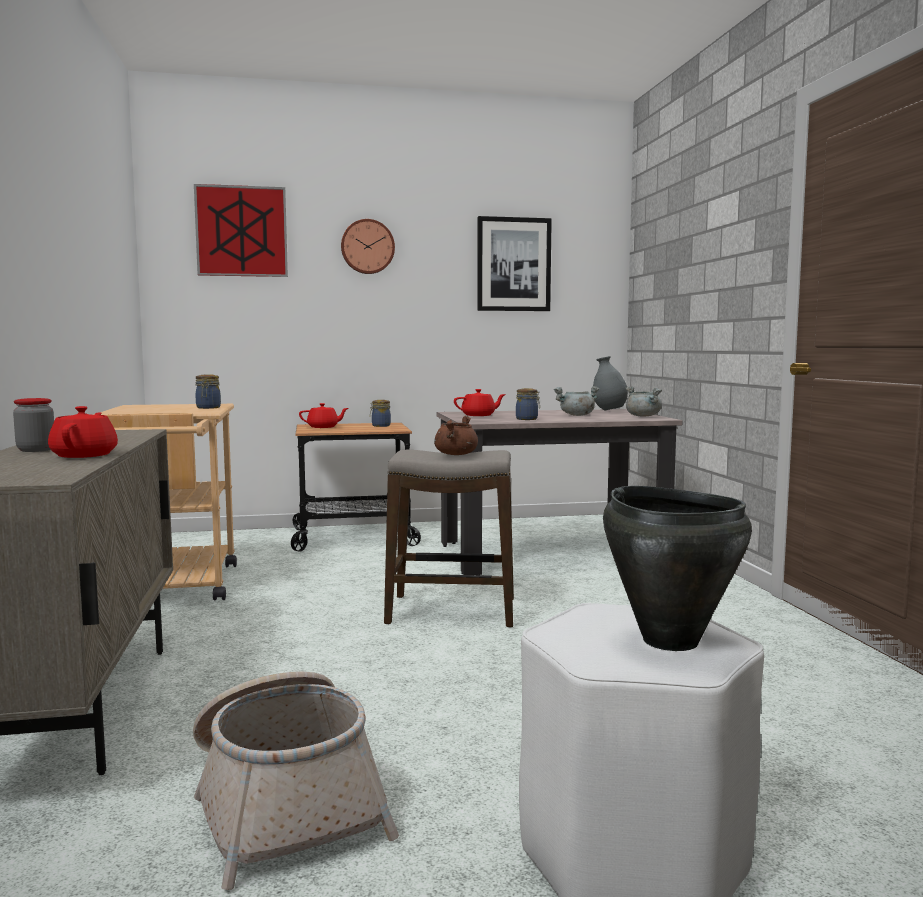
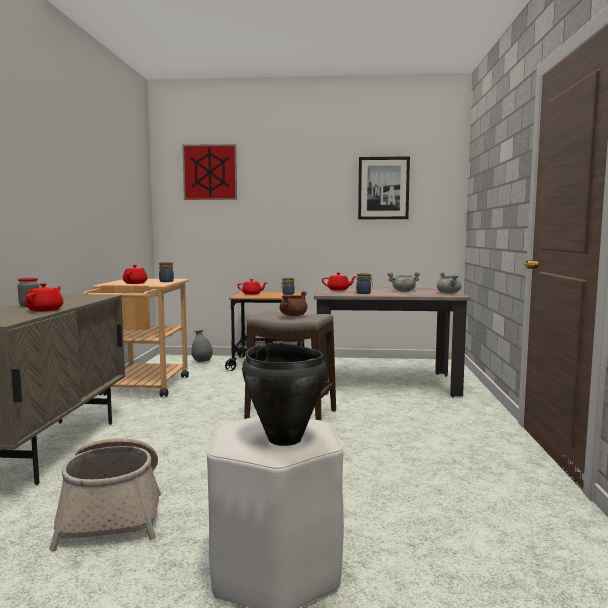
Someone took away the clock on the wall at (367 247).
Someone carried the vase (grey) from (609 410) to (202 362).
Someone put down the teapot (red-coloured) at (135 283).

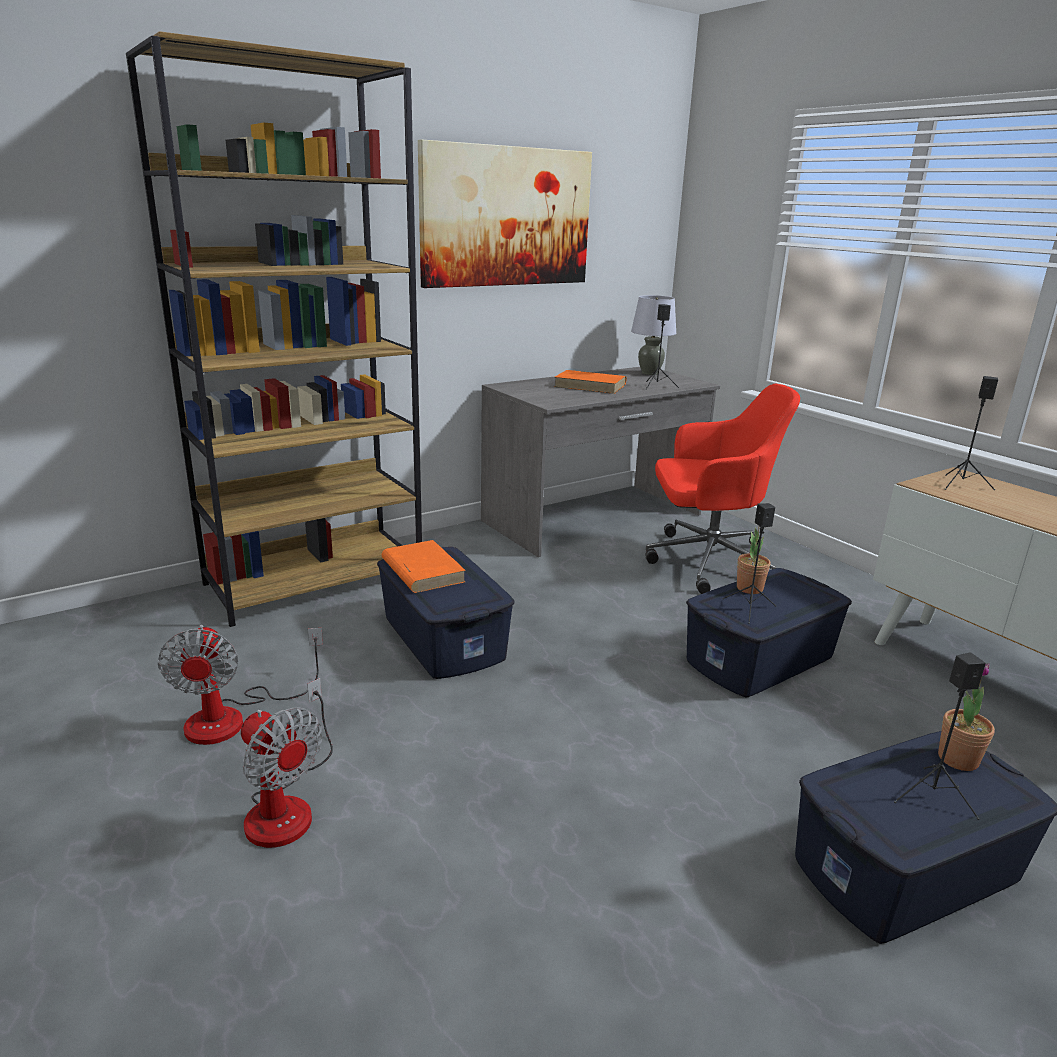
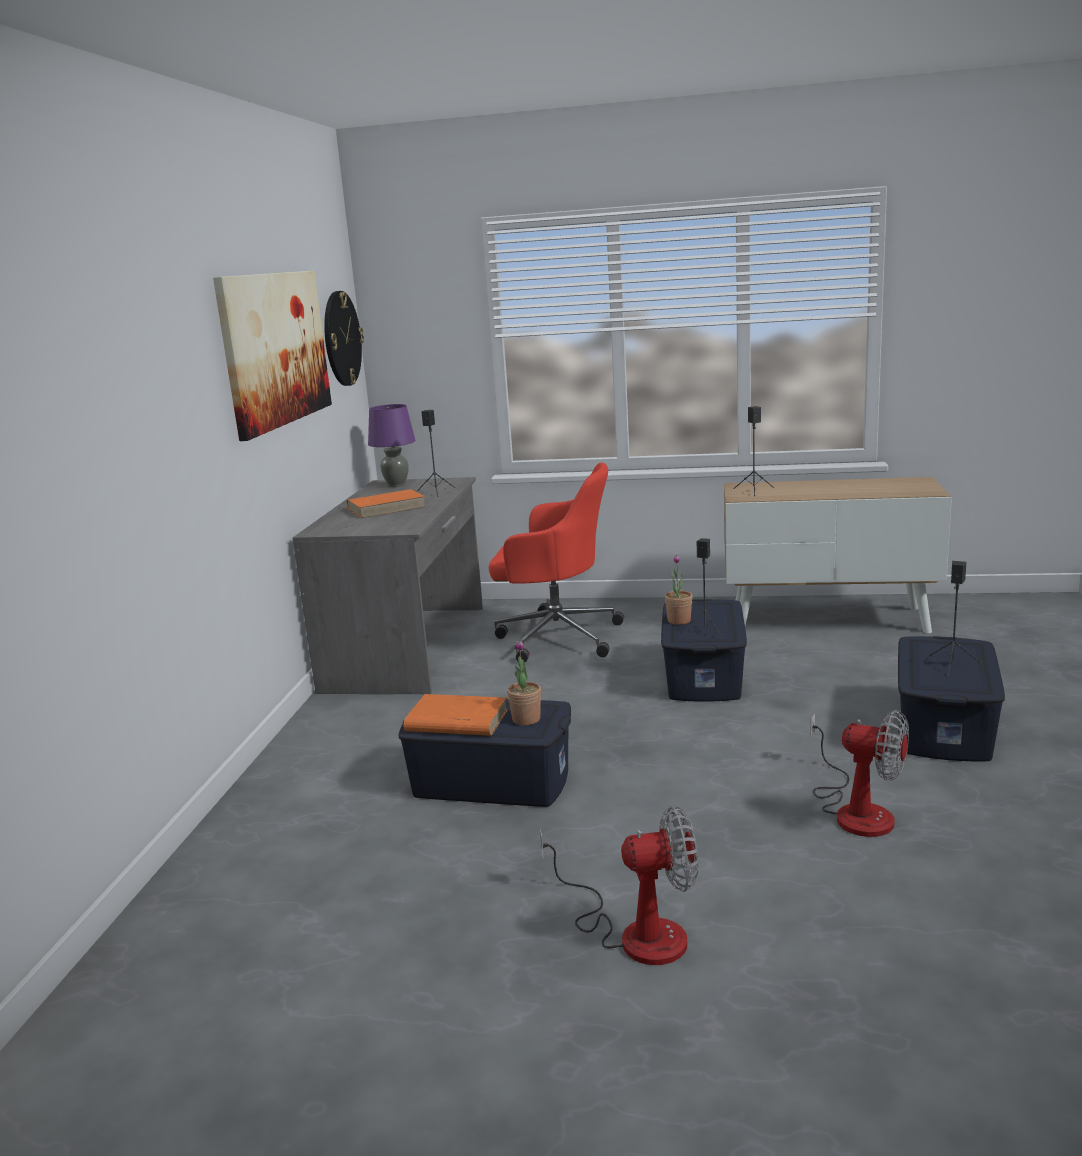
Someone took away the bookcase (brown-coloured) at (315 580).
Someone carried the fan from (234 717) to (856 810).
Someone repainted the table lamp (grey) at (650 373), which became the table lamp (purple-coloured) at (396 484).
Someone rotated the computer chair (red-coloured) at (707 562) by 60 degrees clockwise.
Someone carried the potted plant from (958 759) to (526 719).
Someone put up the clock on the wall at (341 338).

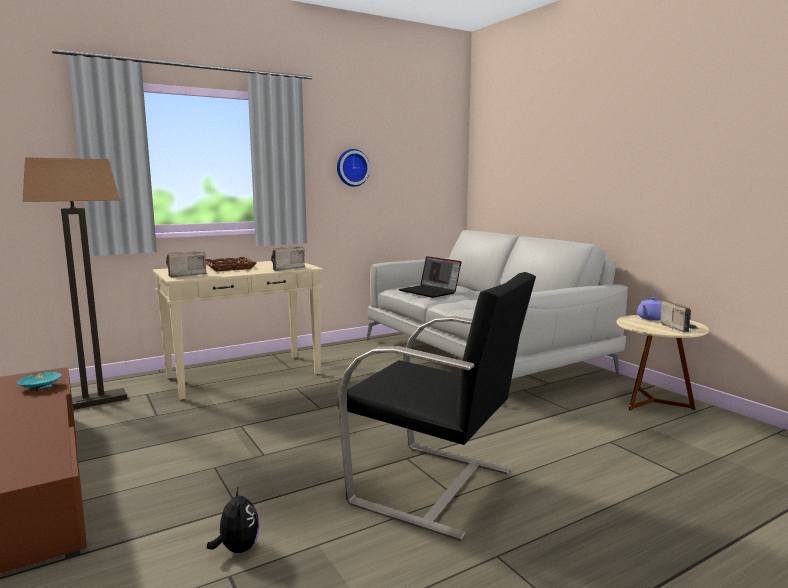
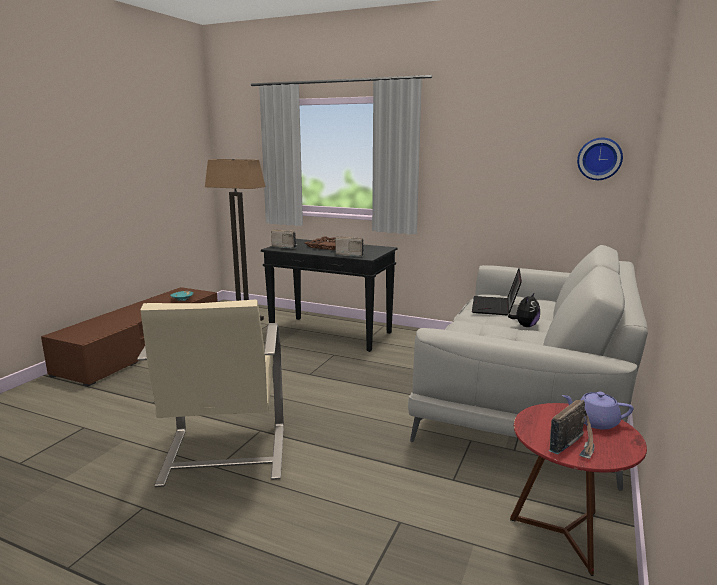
Someone repainted the hall table (beige) at (245 376), which became the hall table (black-coloured) at (332 334).
Someone carried the cuddly toy from (237 549) to (525 326).
Someone carried the clock on the wall from (352 167) to (599 159).
Someone repainted the lounge chair (black-coloured) at (435 487), which became the lounge chair (beige) at (224 455).
Someone repainted the side table (beige) at (653 402), which became the side table (red-coloured) at (564 534).

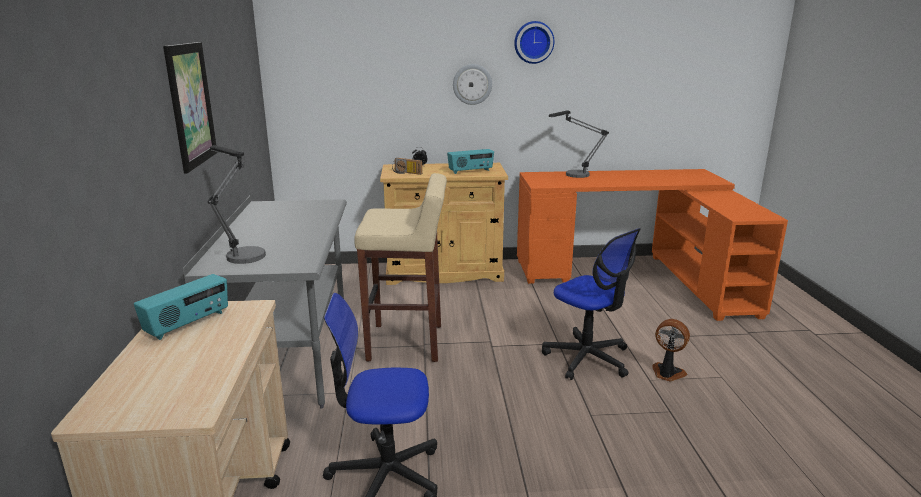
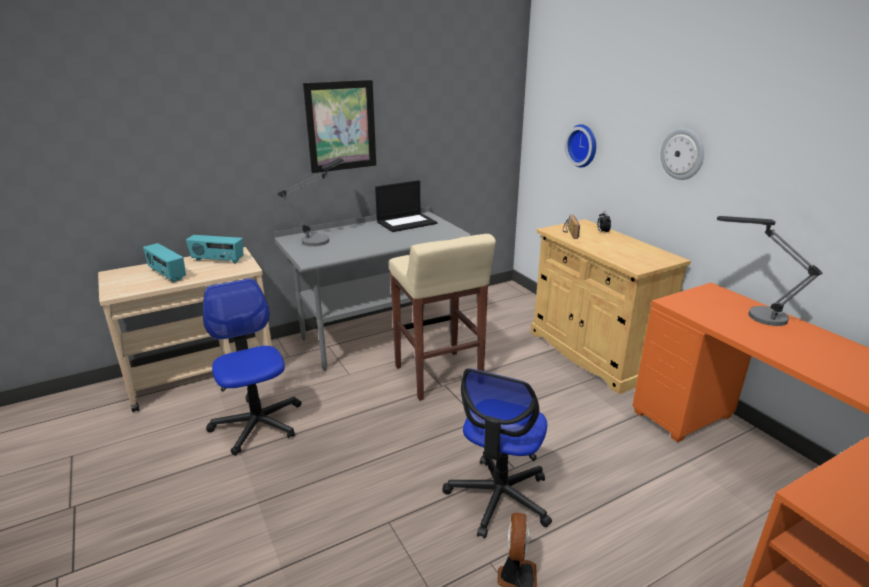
Someone carried the radio from (470 171) to (167 274).
Someone carried the clock on the wall from (533 42) to (583 145).
Someone put down the notebook computer at (407 222).

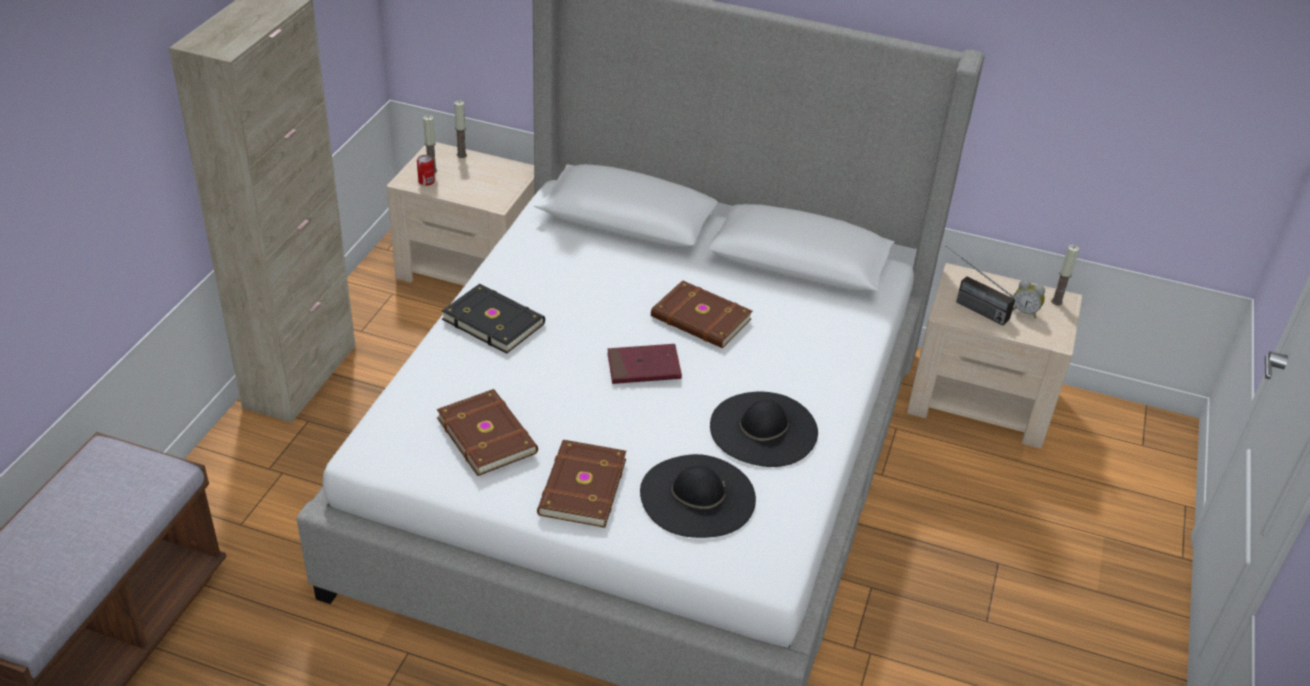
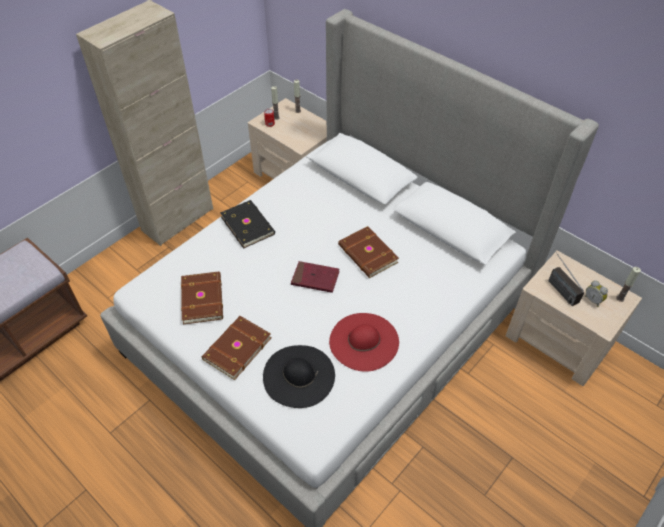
Someone repainted the wearable hat (black-coloured) at (763 429), which became the wearable hat (red-coloured) at (364 341).

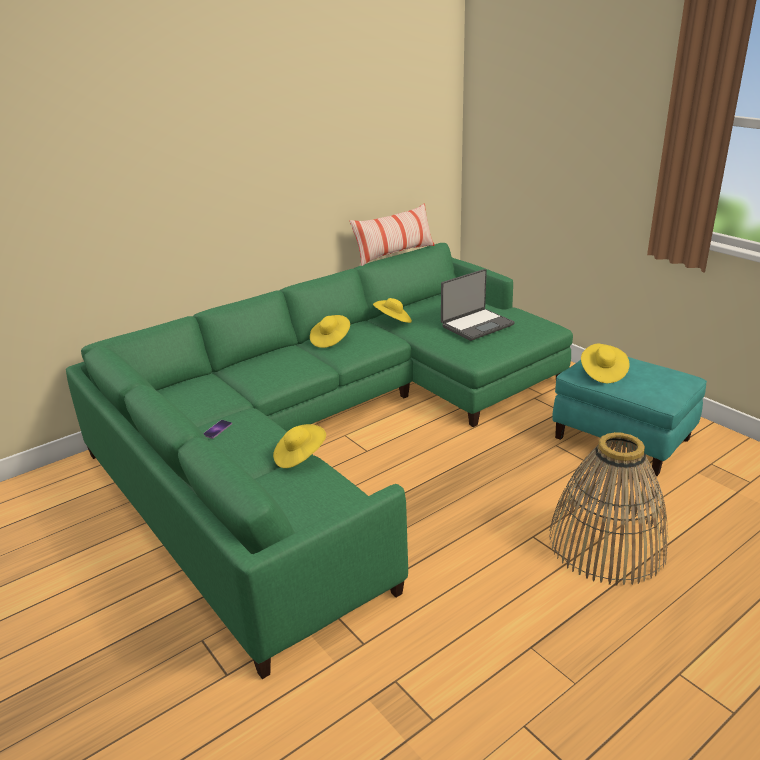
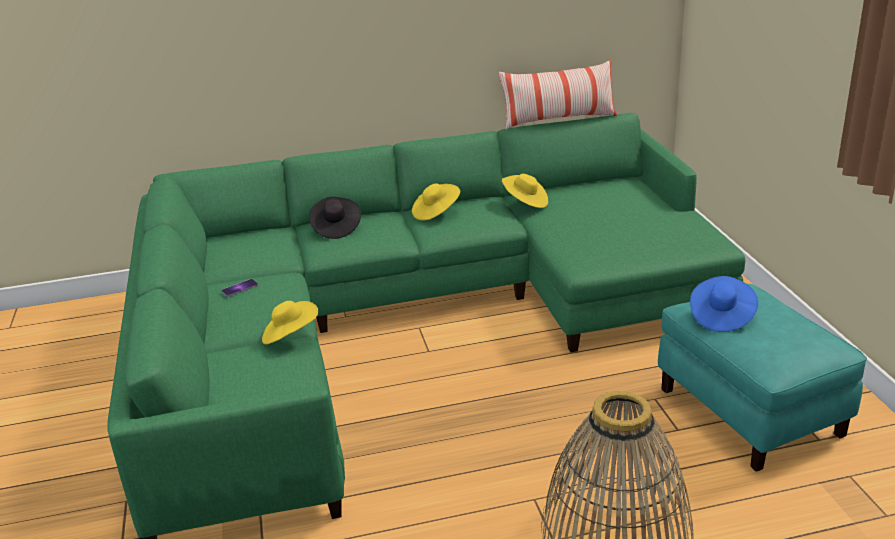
Someone took away the notebook computer at (476 325).
Someone repainted the wearable hat (yellow-coloured) at (602 373), which became the wearable hat (bluish) at (721 316).
Someone put down the wearable hat (black-coloured) at (335 228).

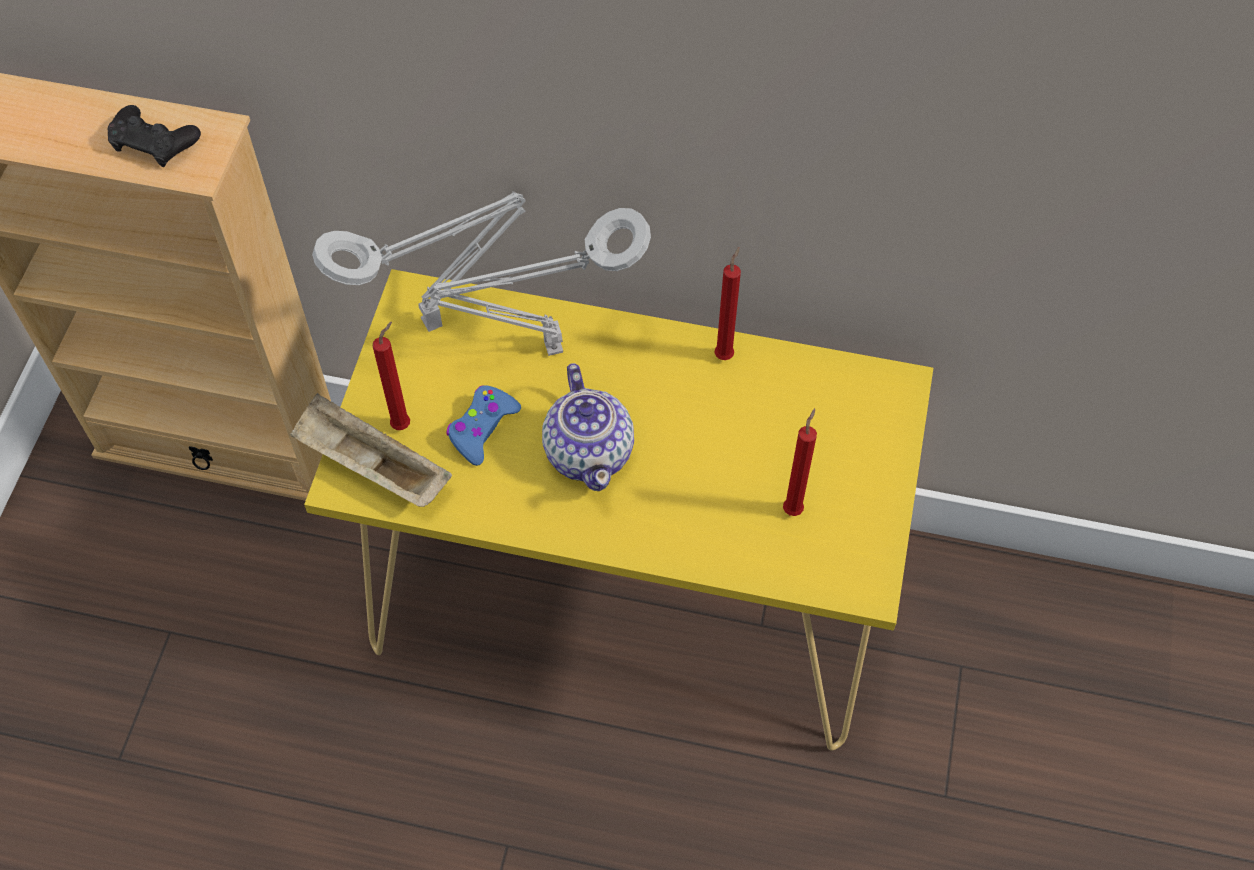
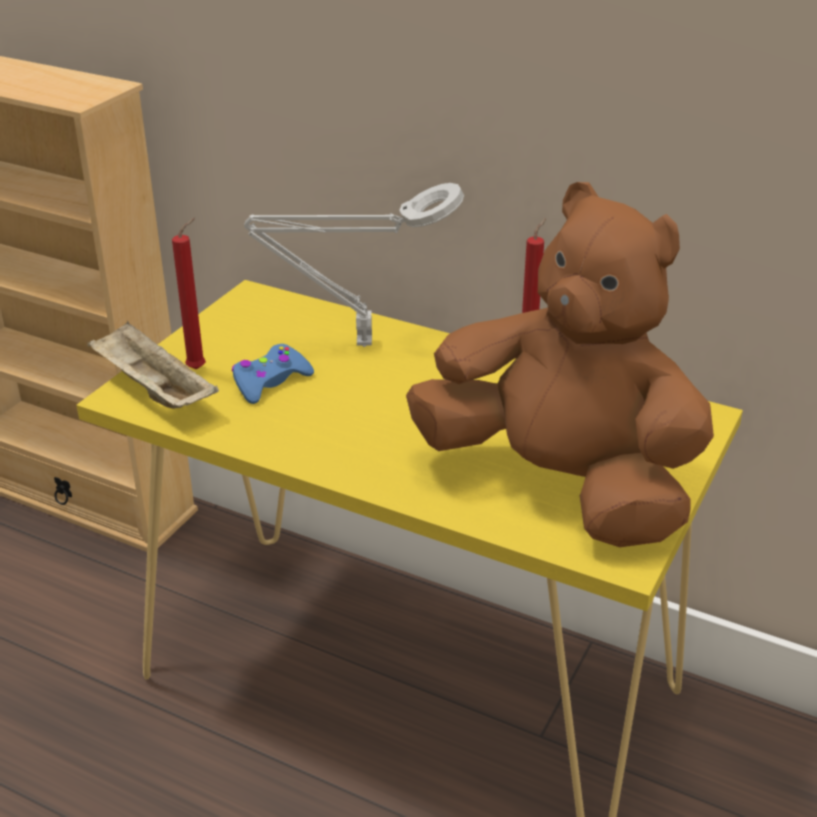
Someone took away the game controller (black-coloured) at (154 142).
Someone took away the table lamp (grey) at (438 321).
Someone took away the teapot at (589 451).
Someone swapped the wax candle (red-coloured) at (793 508) for the cuddly toy (brown-coloured) at (560 484).

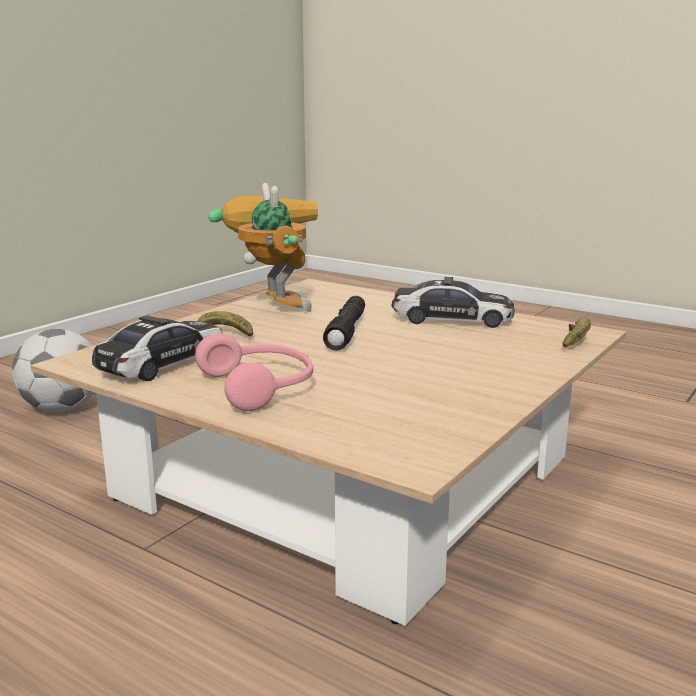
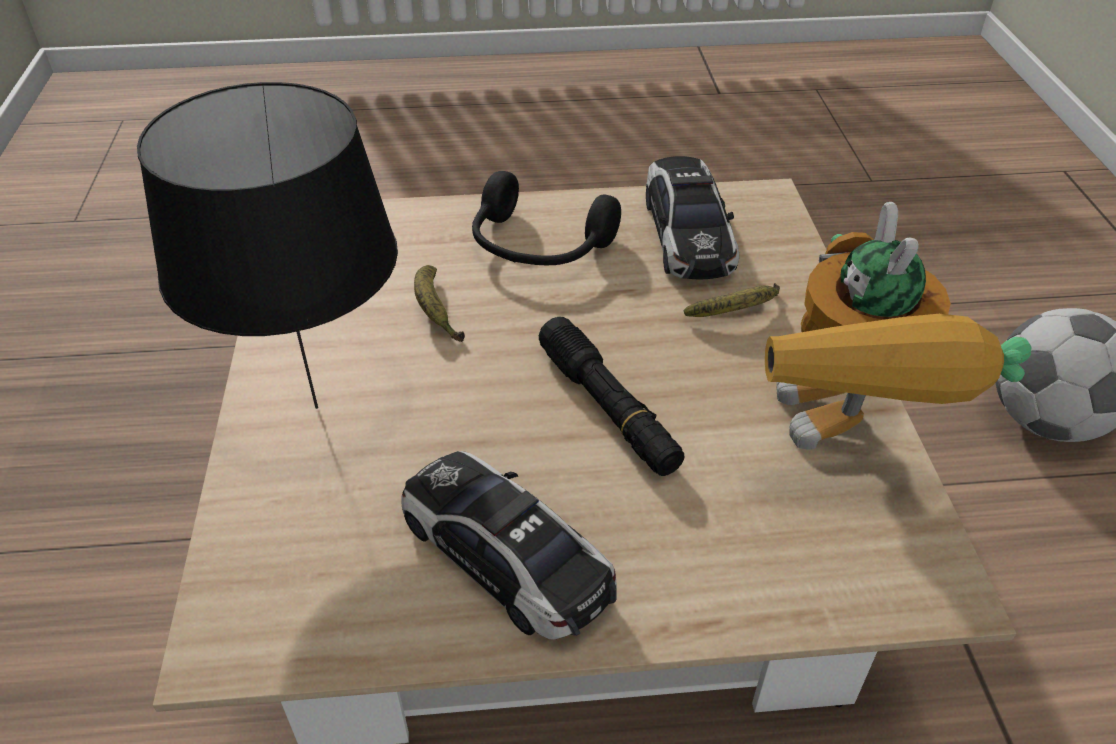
Someone repainted the headphones (pink-coloured) at (260 387), which became the headphones (black-coloured) at (538 247).
Someone rotated the model robot at (272 303) by 60 degrees clockwise.
Someone rotated the toy car at (452 319) by 75 degrees clockwise.
Someone carried the whole banana from (575 341) to (436 311).
Someone put down the table lamp (black-coloured) at (315 409).

